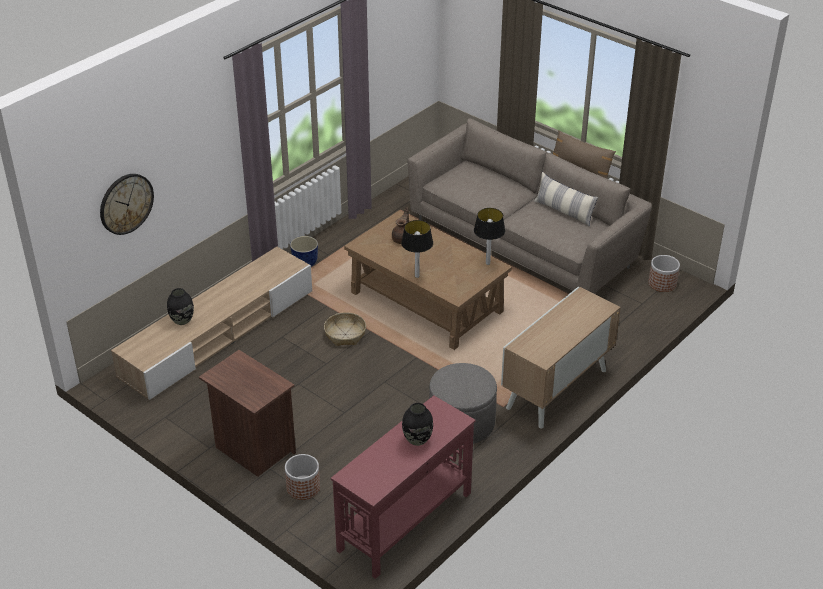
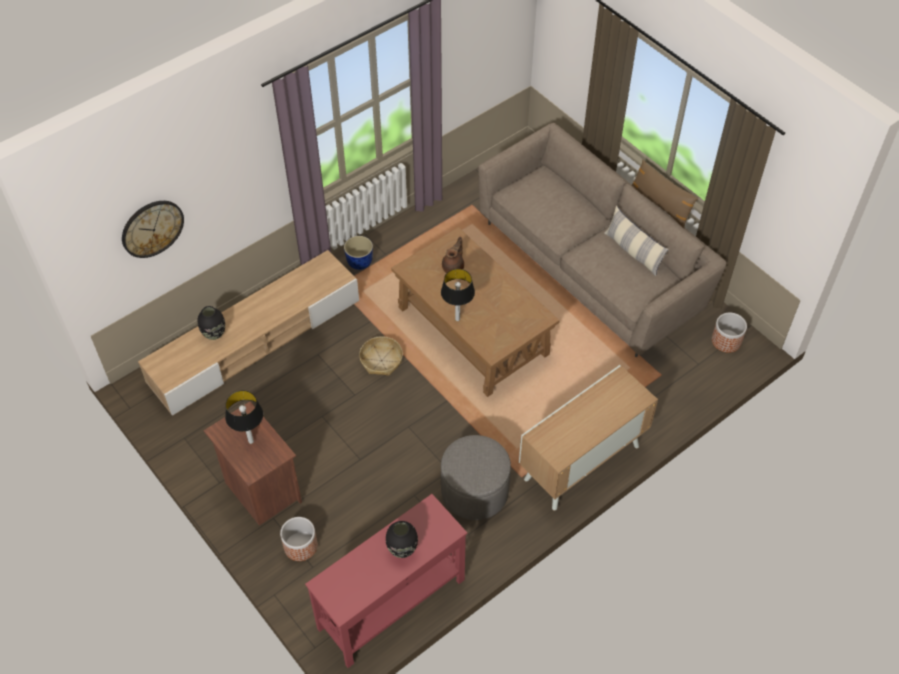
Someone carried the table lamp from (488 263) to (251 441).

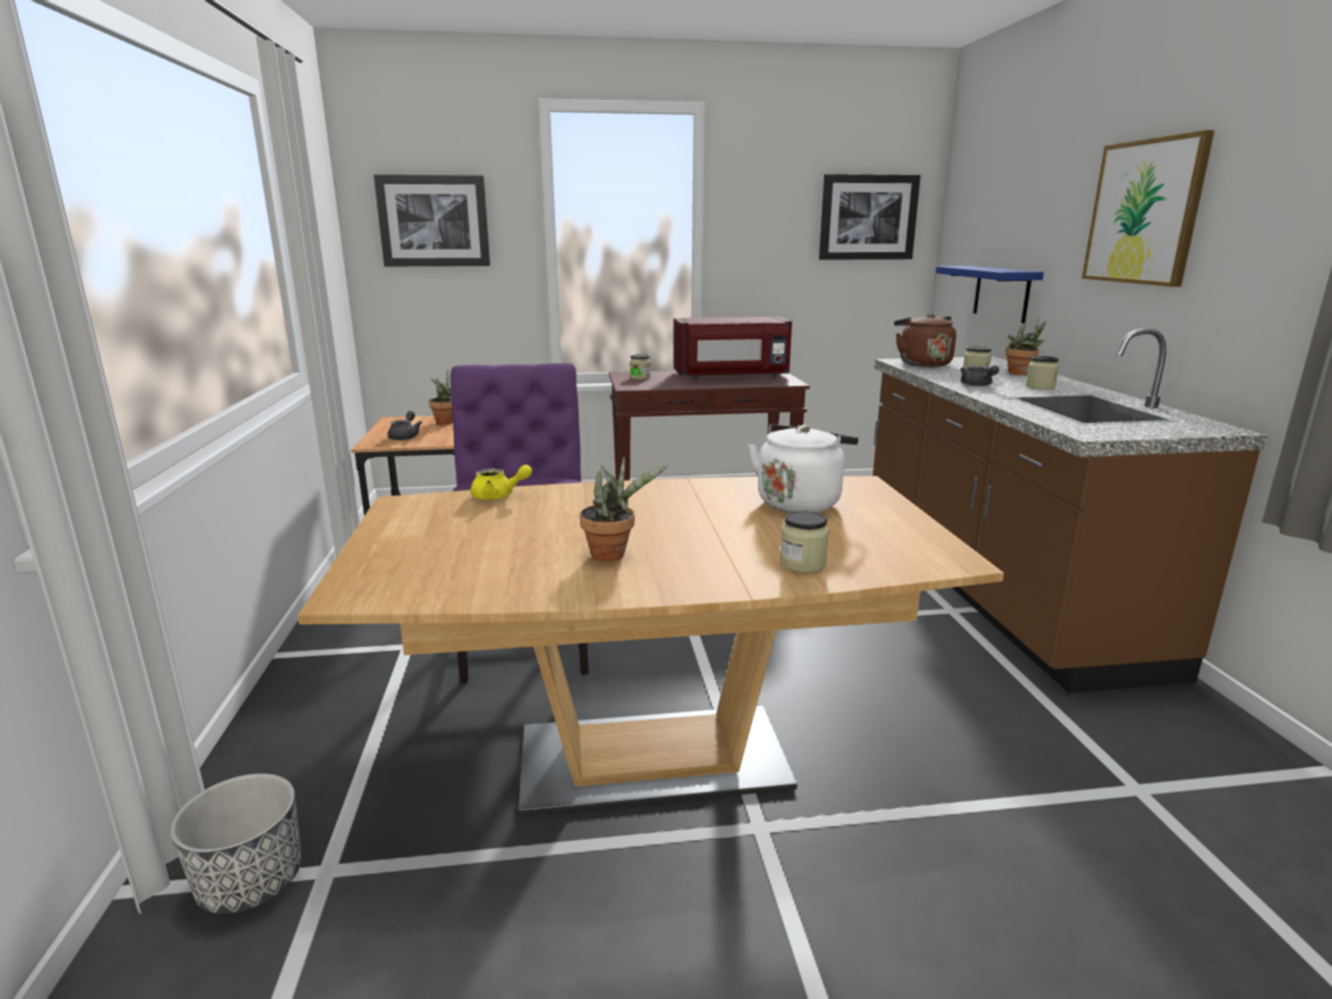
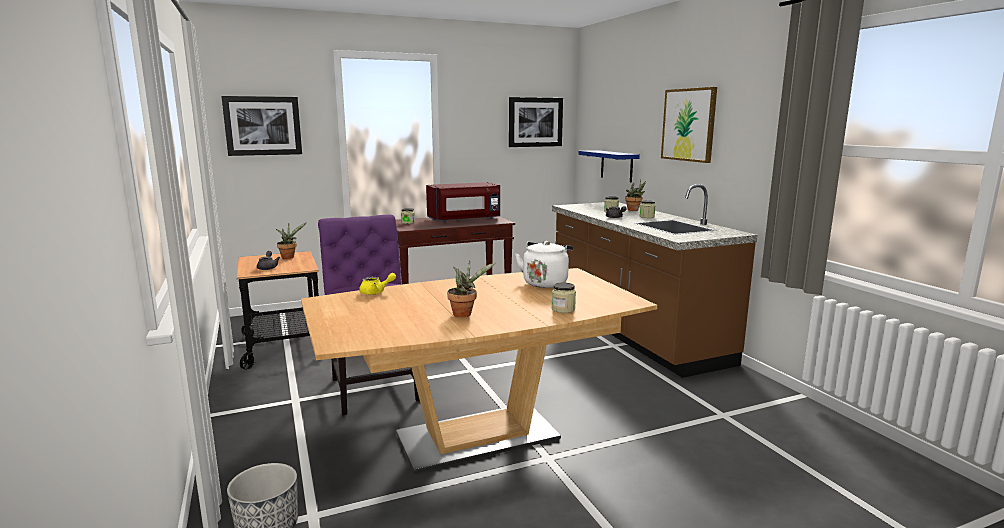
Someone took away the kettle (brown-coloured) at (922 364).

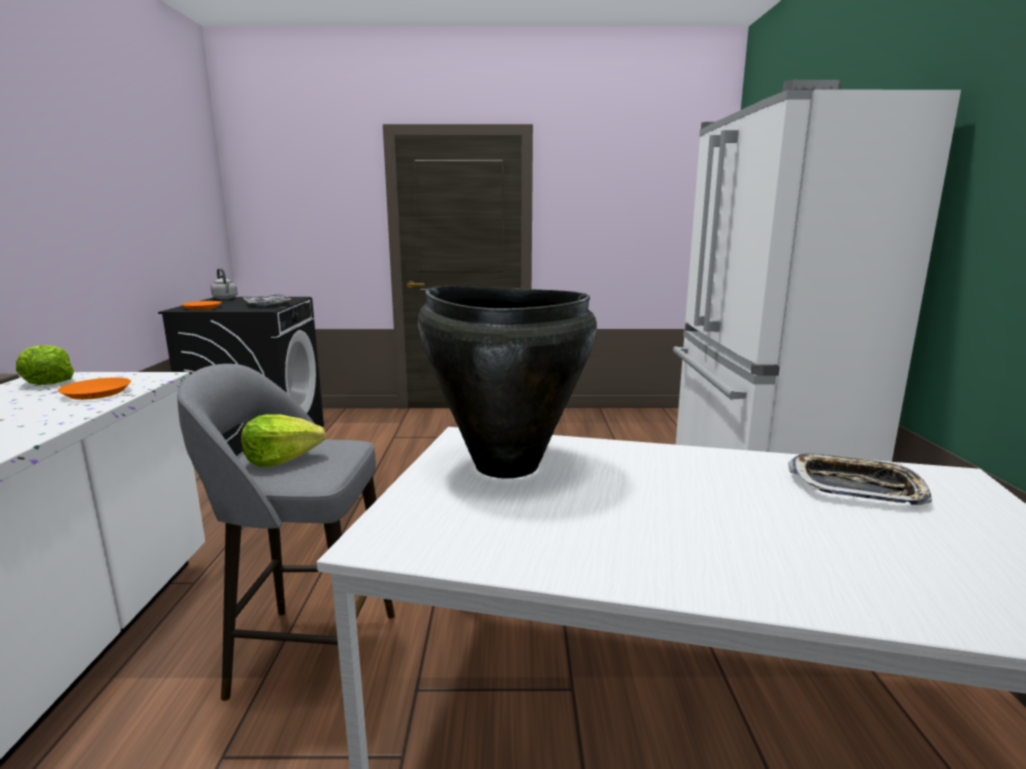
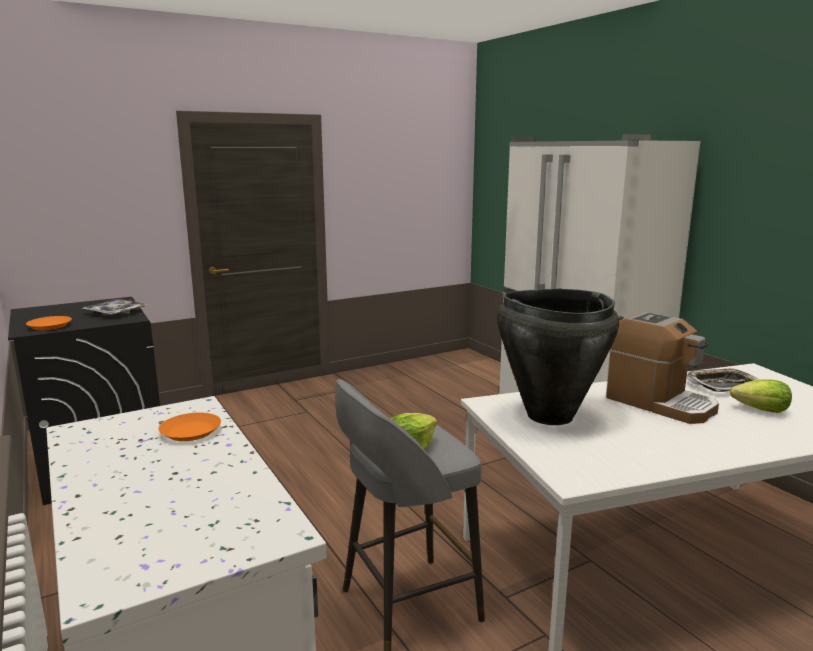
Someone carried the lettuce from (47 381) to (761 410).
Someone took away the kettle (grey) at (225 298).
Someone put down the coffee brewer at (659 403).

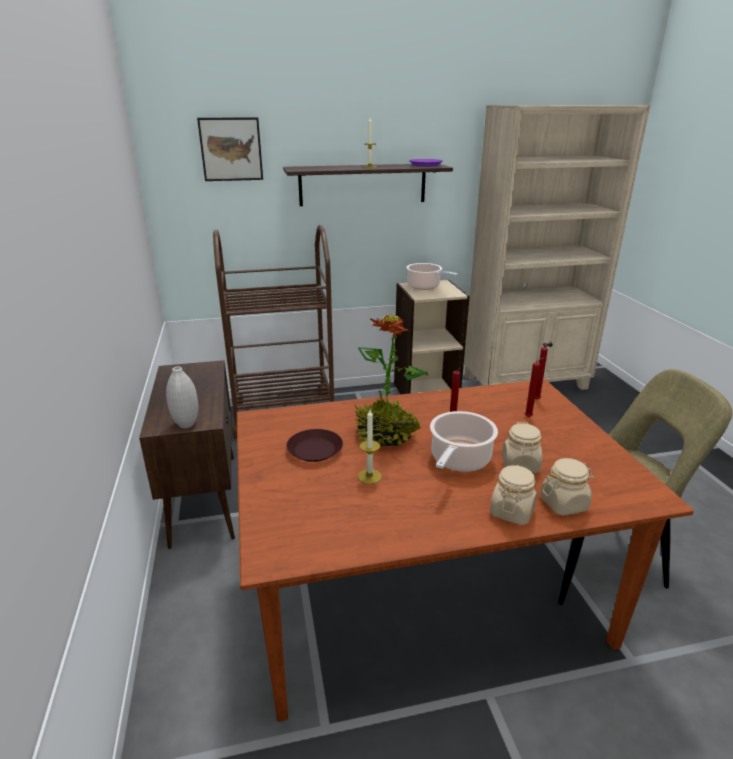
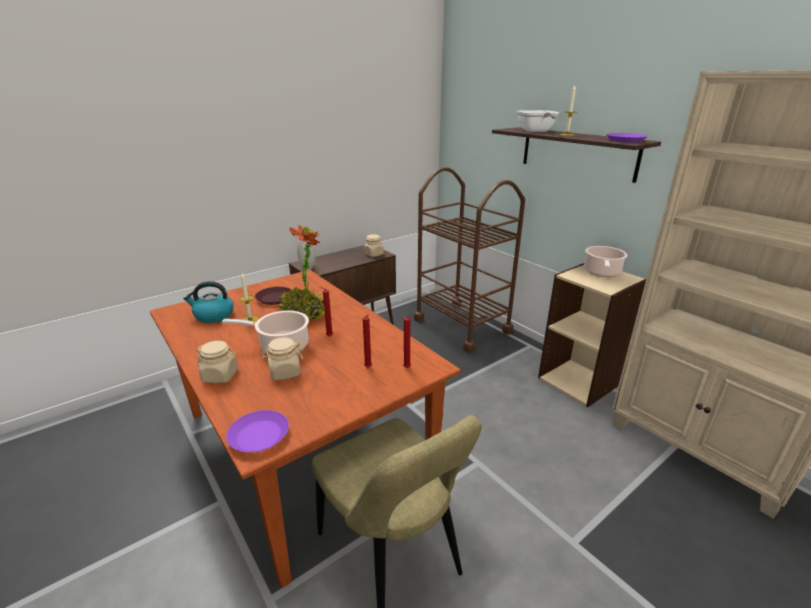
Someone took away the wall picture at (231 149).
Someone carried the jar (beige) from (564 503) to (374 254).
Someone put down the kettle at (213 315).
Someone put down the plate (purple-coloured) at (258 436).
Someone put down the pan at (536 131).

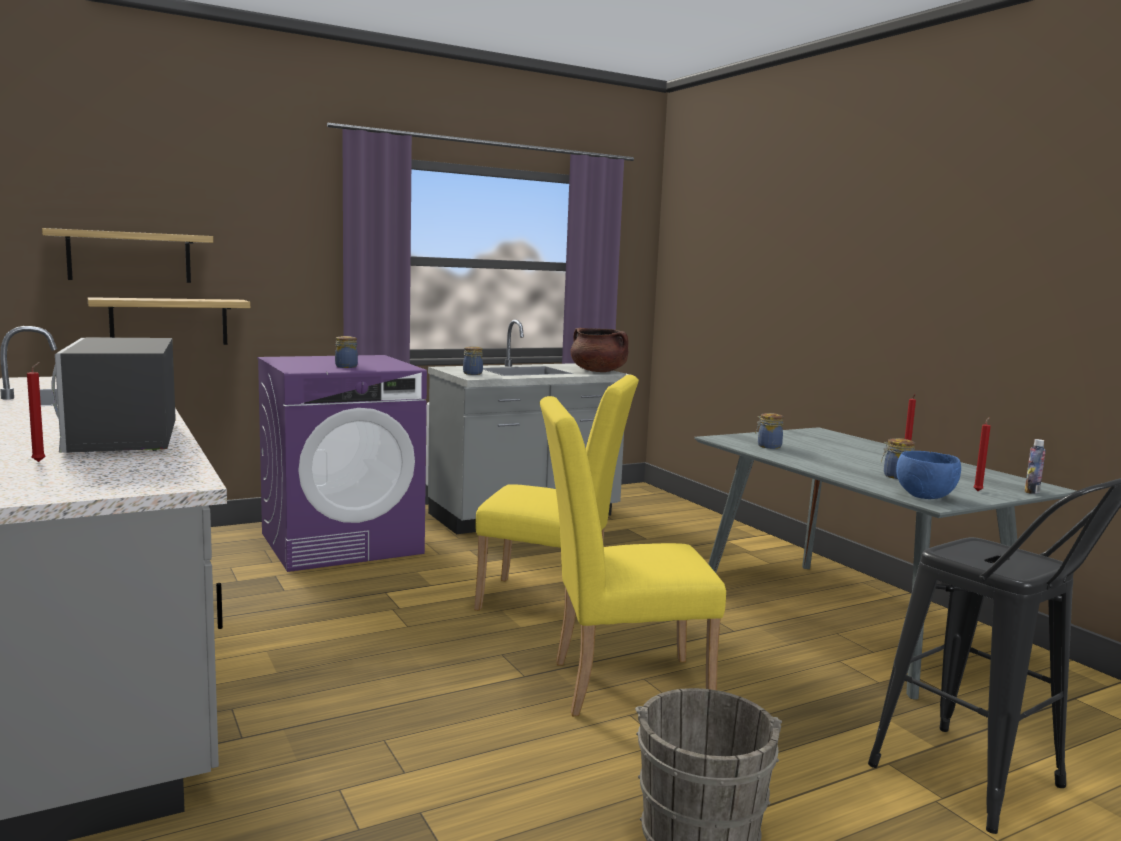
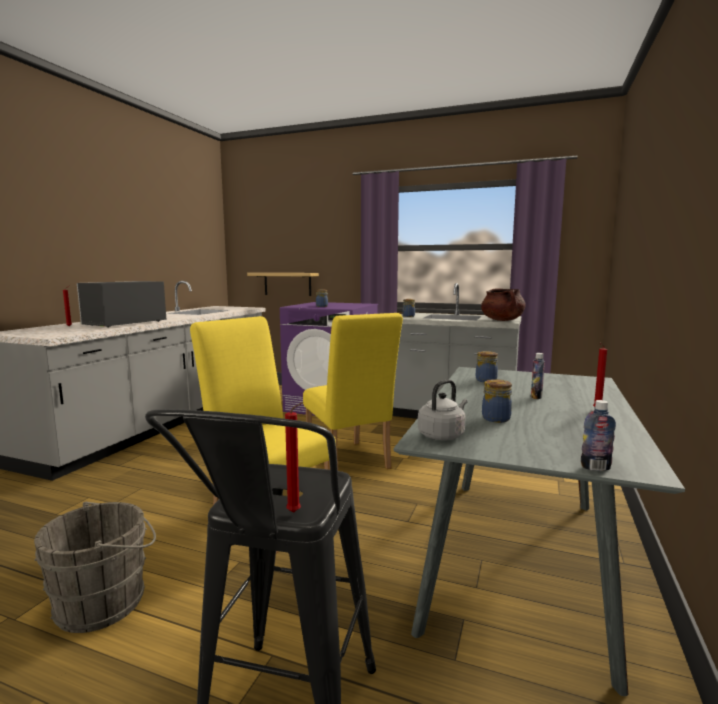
Someone took away the shelf at (130 257).
Someone swapped the deep dish (bluish) at (924 496) for the kettle (grey) at (442 435).
Someone carried the wax candle (red-coloured) from (978 491) to (296 512).
Someone put down the beverage bottle at (536 397).

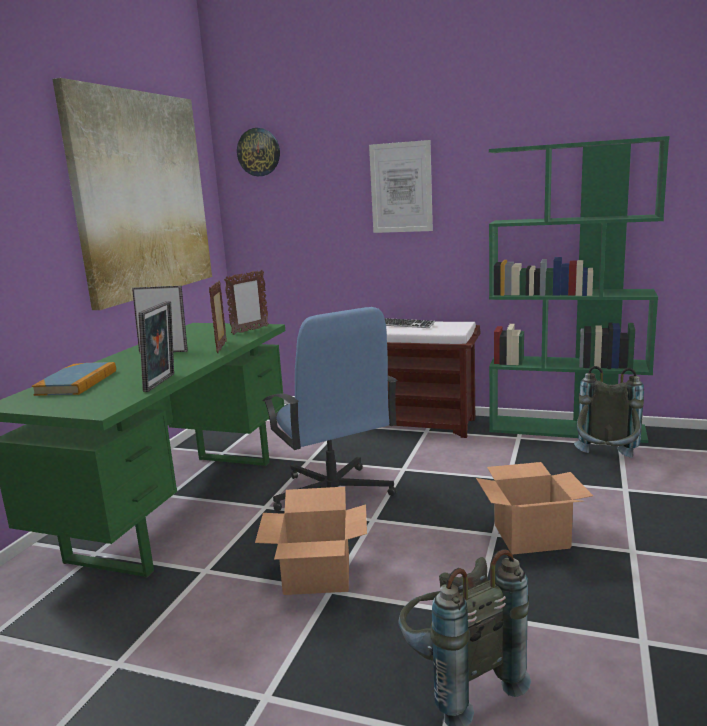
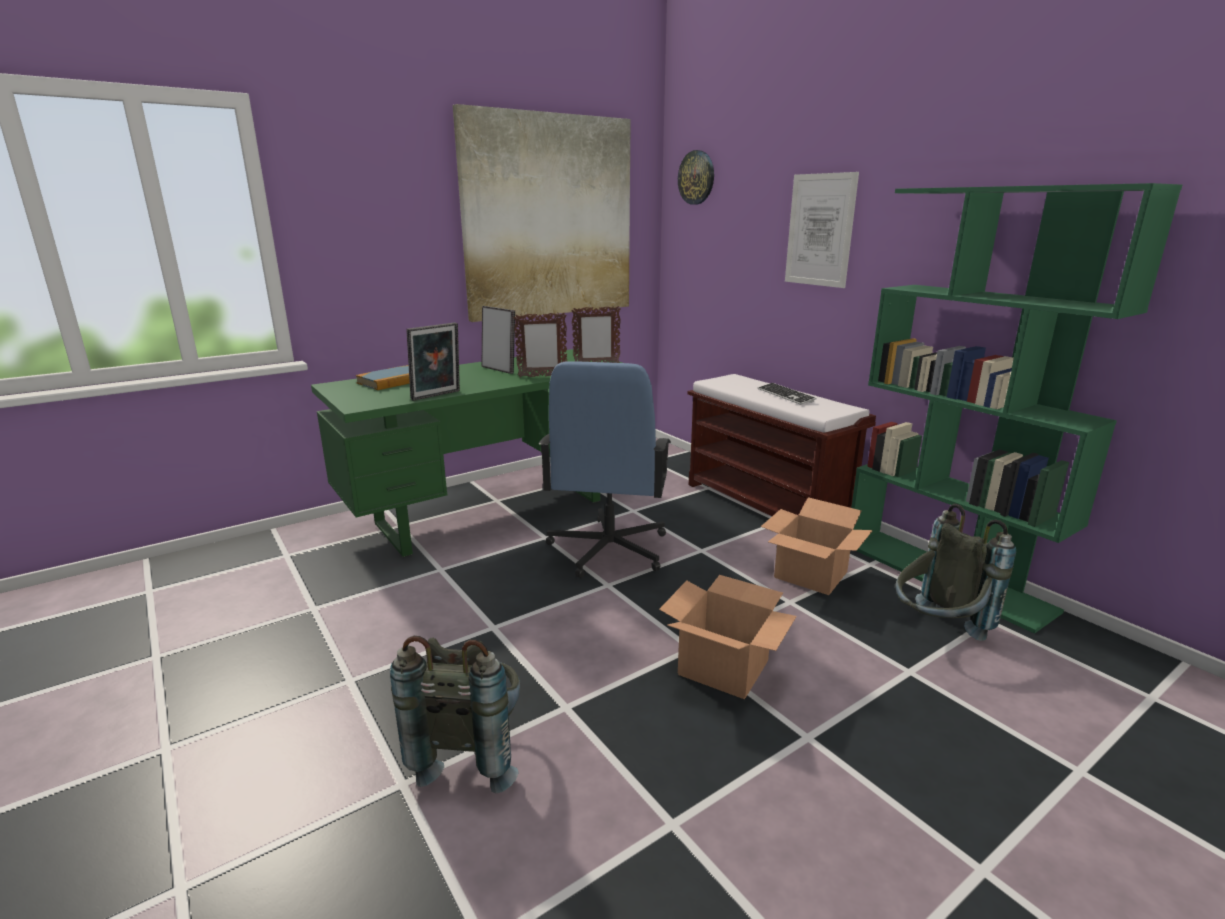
Someone rotated the photo frame at (222 347) by 135 degrees counterclockwise.
Someone carried the carton from (318 574) to (812 575).

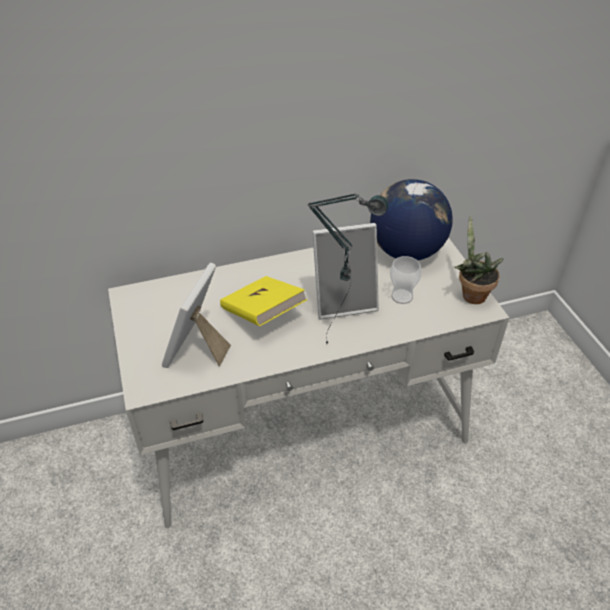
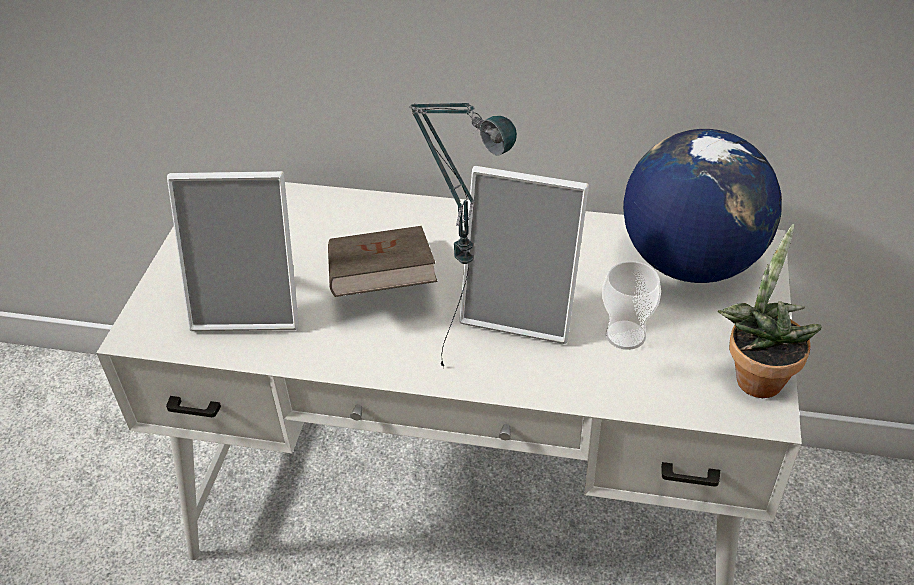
Someone rotated the photo frame at (198 350) by 135 degrees counterclockwise.
Someone repainted the bound book (yellow-coloured) at (263 314), which became the bound book (brown-coloured) at (382 284).

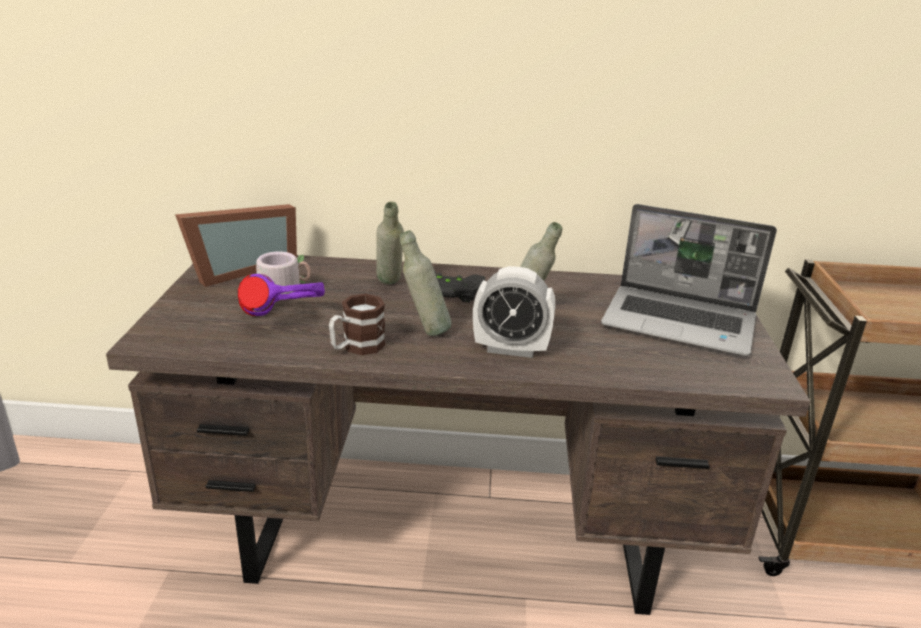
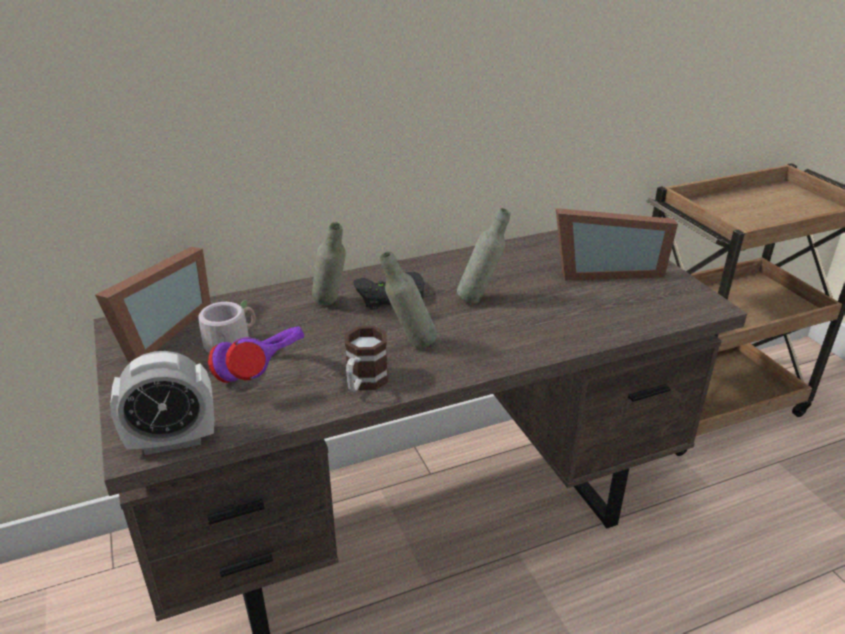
Someone carried the table clock from (511 349) to (173 441).
Someone swapped the notebook computer at (681 322) for the photo frame at (604 270).

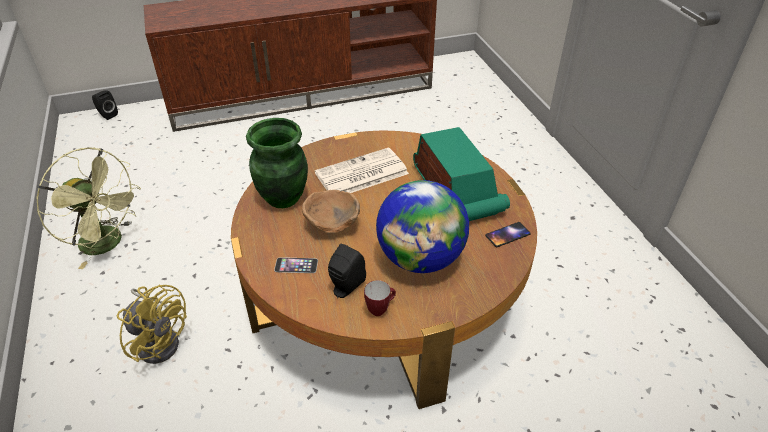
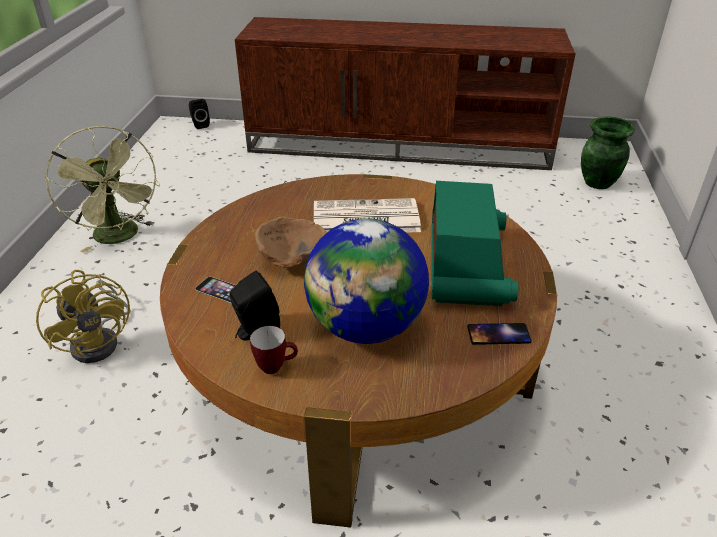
Someone carried the vase (green) from (283 198) to (597 183).

